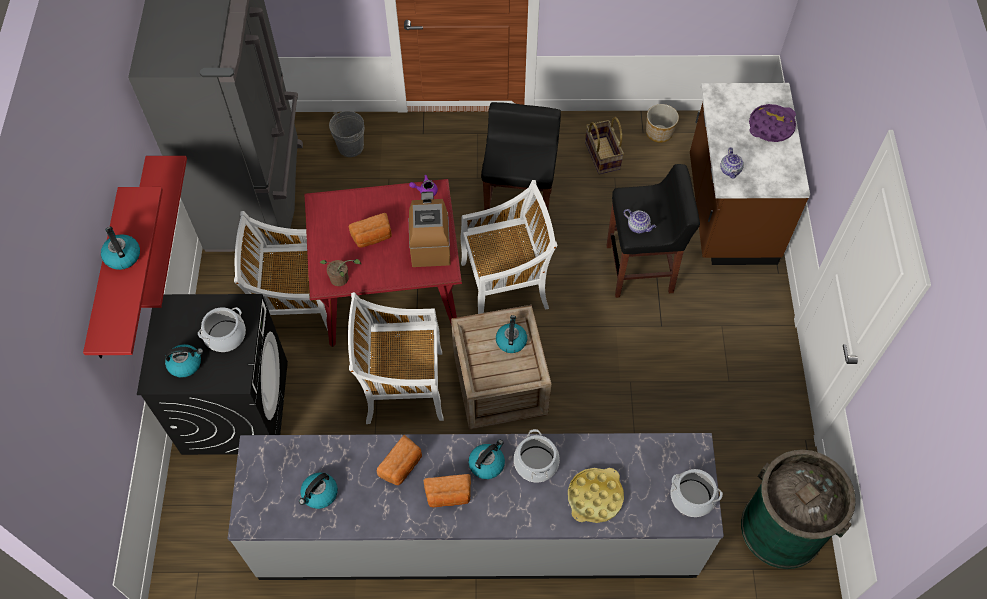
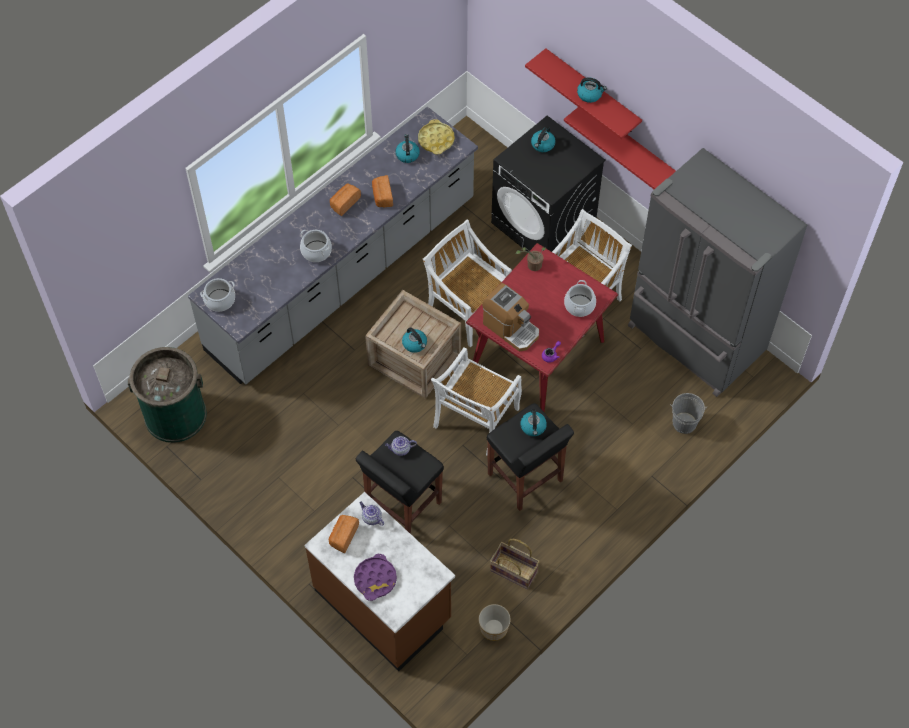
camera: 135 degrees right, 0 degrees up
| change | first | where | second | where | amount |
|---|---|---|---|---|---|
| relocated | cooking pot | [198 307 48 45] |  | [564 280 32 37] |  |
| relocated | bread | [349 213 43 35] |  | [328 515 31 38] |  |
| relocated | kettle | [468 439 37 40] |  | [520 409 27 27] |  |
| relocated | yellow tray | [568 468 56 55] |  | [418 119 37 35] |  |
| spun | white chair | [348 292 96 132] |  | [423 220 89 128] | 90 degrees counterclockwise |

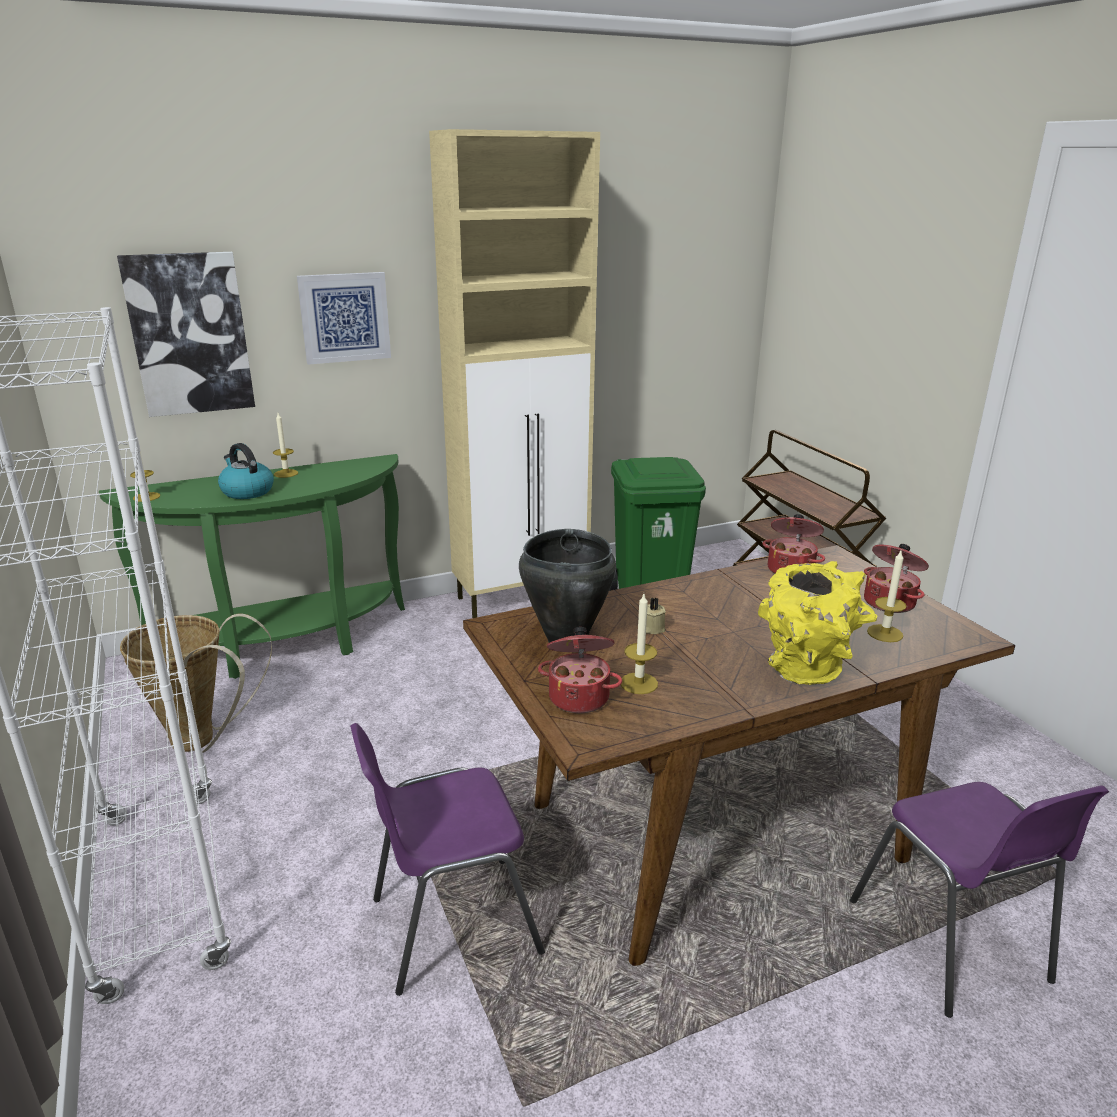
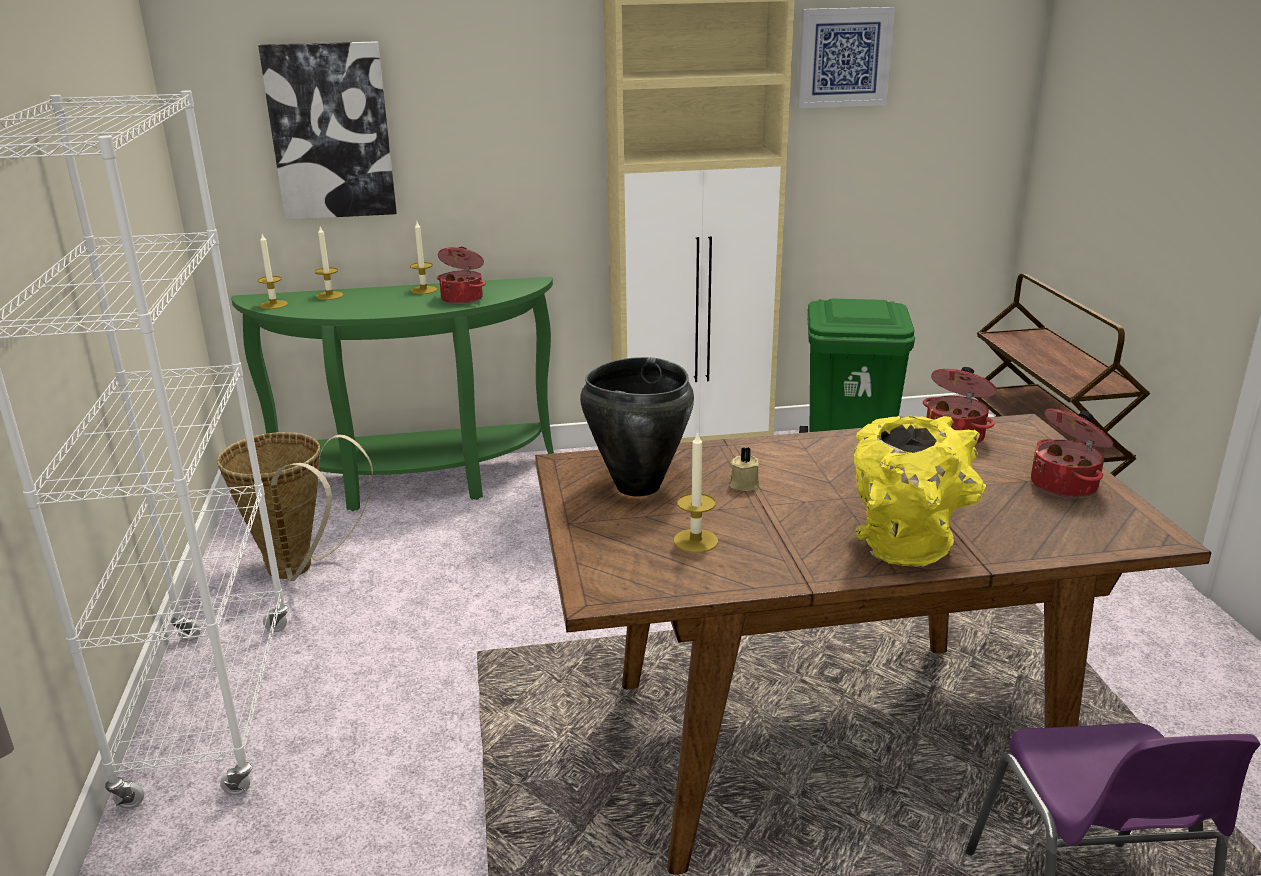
camera: 15 degrees right, 0 degrees up
| change | first | where | second | where | amount |
|---|---|---|---|---|---|
| missing | kettle | [218 443 56 56] |  |  |  |
| missing | purple chair | [350 723 195 273] |  |  |  |
| relocated | picture | [297 272 94 93] |  | [797 7 98 101] |  |
| relocated | cooking pot | [538 627 84 86] |  | [437 247 49 57] |  |
| relocated | candle | [867 551 40 91] |  | [315 227 28 73] |  |

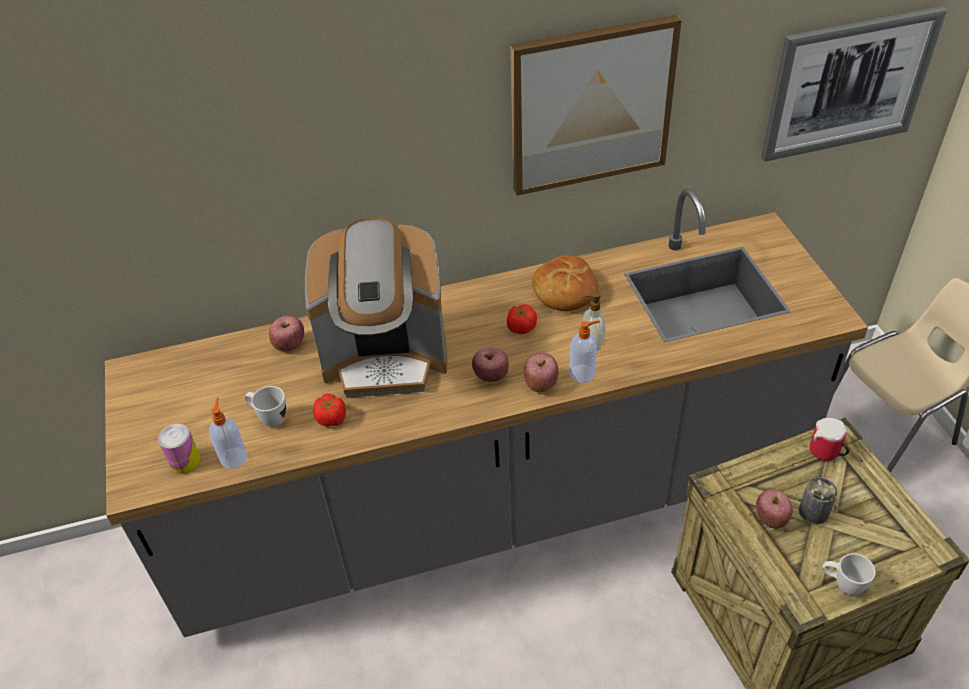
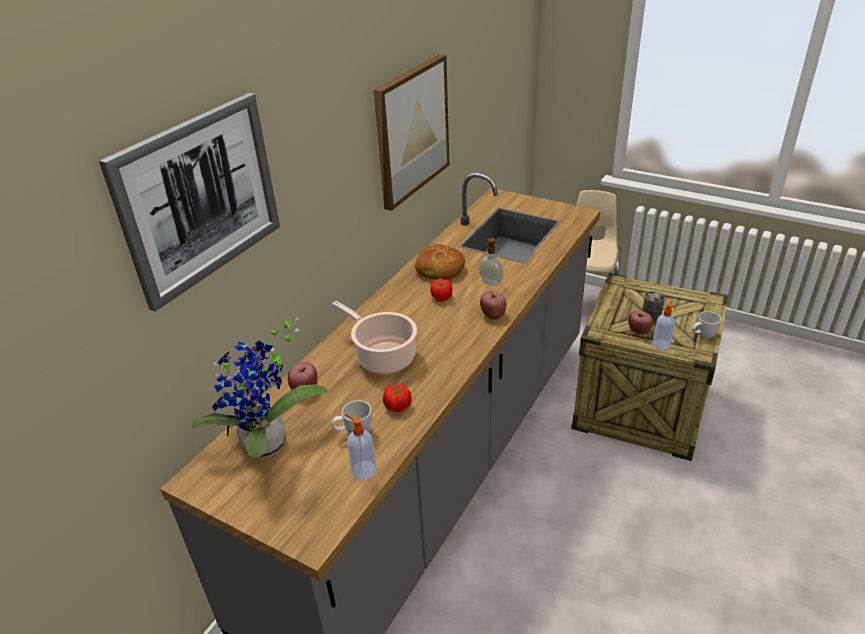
camera: 45 degrees left, 10 degrees down
| change | first | where | second | where | amount |
|---|---|---|---|---|---|
| missing | can | [158 423 43 51] |  |  |  |
| missing | apple | [472 348 37 34] |  |  |  |
| missing | mug | [810 417 39 44] |  |  |  |
| appeared |  |  | potted plant | [192 317 136 142] |  |
| relocated | soap dispenser | [570 320 30 63] |  | [653 300 22 50] |  |
| relocated | picture | [761 6 186 156] |  | [99 93 181 219] |  |
| exchanged | coffee machine | [305 218 142 180] | cooking pot | [332 301 85 73] |  |

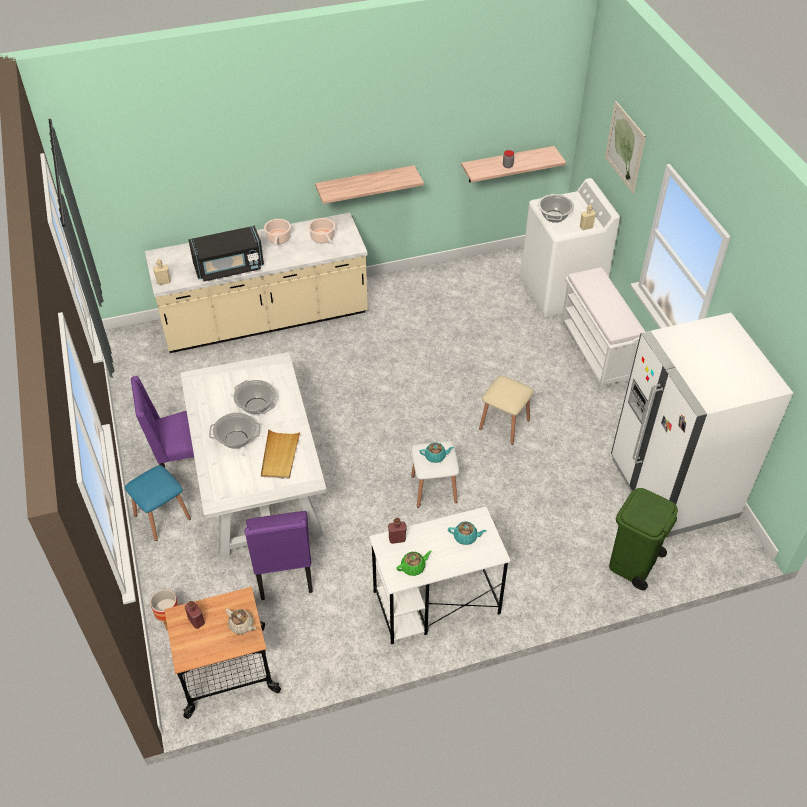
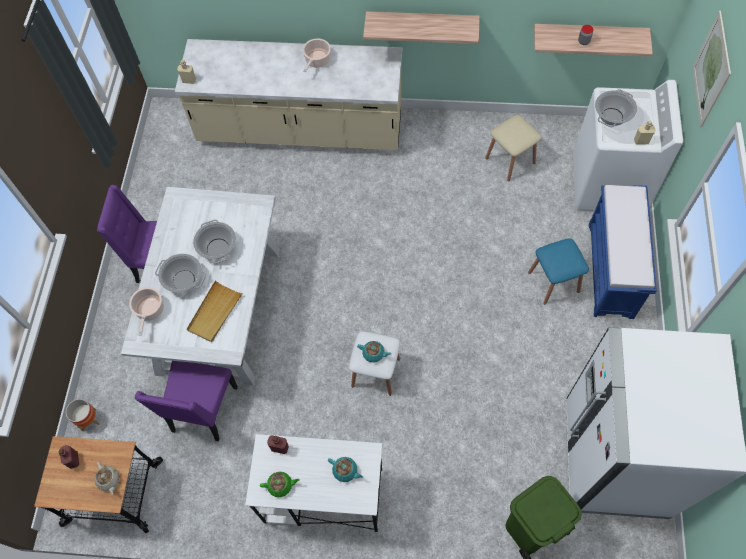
camera: 25 degrees right, 15 degrees up
| change | first | where | second | where | amount |
|---|---|---|---|---|---|
| missing | black microwave | [188 226 76 56] |  |  |  |
| relocated | blue stool | [125 465 66 76] |  | [528 238 61 66] |  |
| relocated | cooking pot | [308 218 27 26] |  | [129 287 35 48] |  |
| relocated | beige stool | [479 376 55 69] |  | [485 115 57 66] |  |
| colour | white bench | [560 267 85 123] | blue bench | [589 185 68 134] |  |

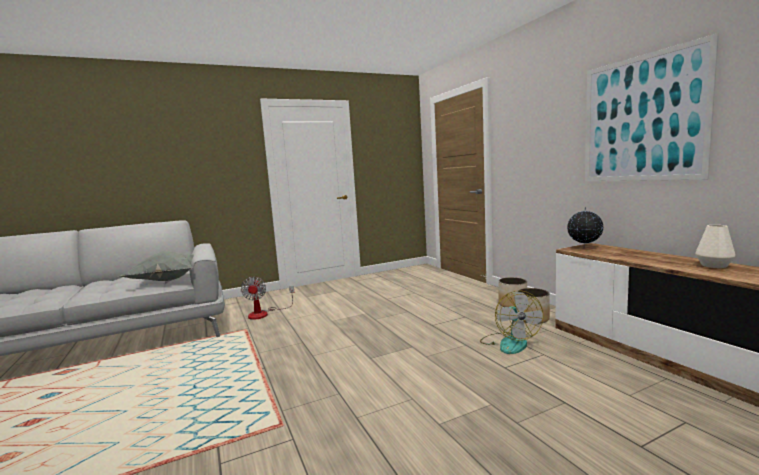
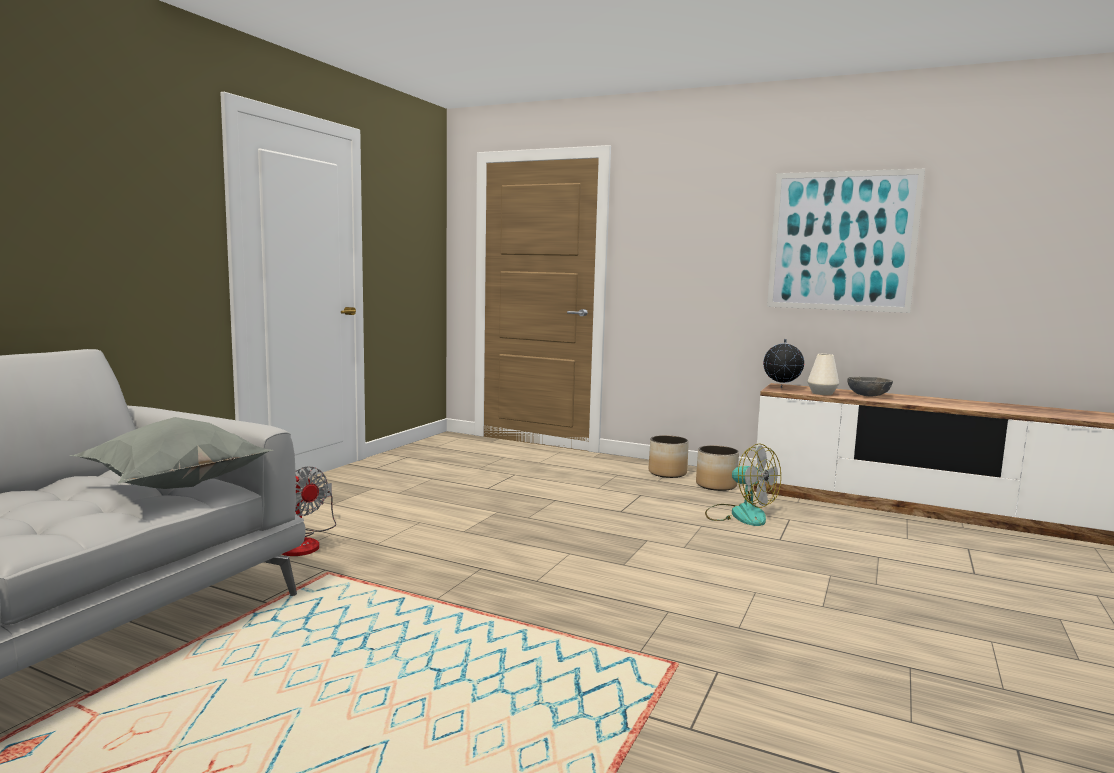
camera: 40 degrees left, 0 degrees up
| change | first | where | second | where | amount |
|---|---|---|---|---|---|
| appeared |  |  | grey bowl | [848 377 45 19] |  |
| relocated | white vase | [695 225 41 43] |  | [807 354 32 41] |  |

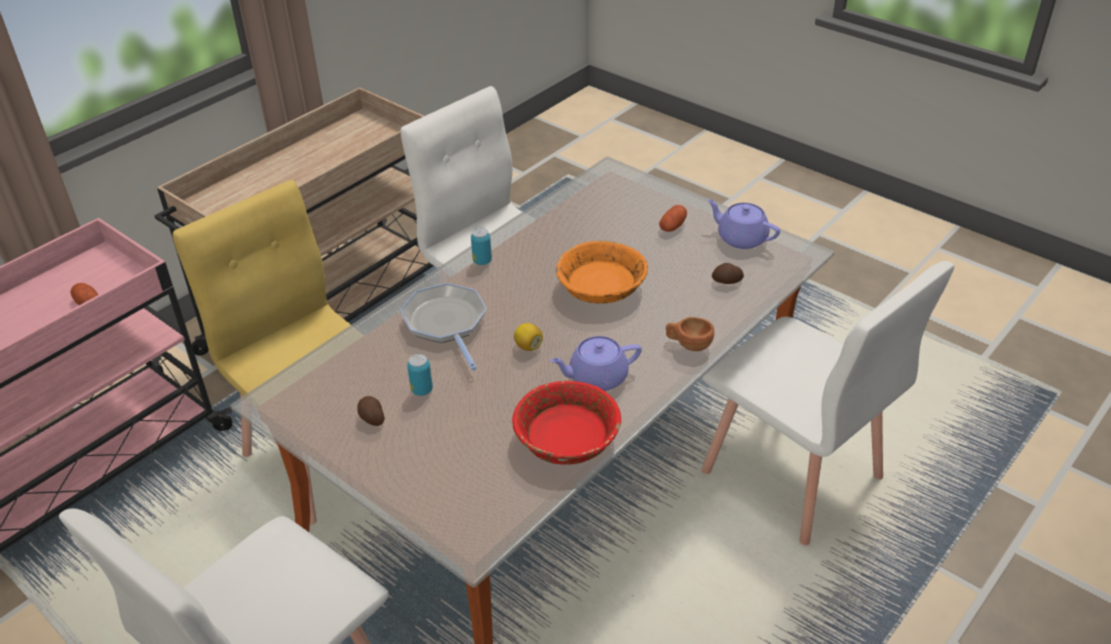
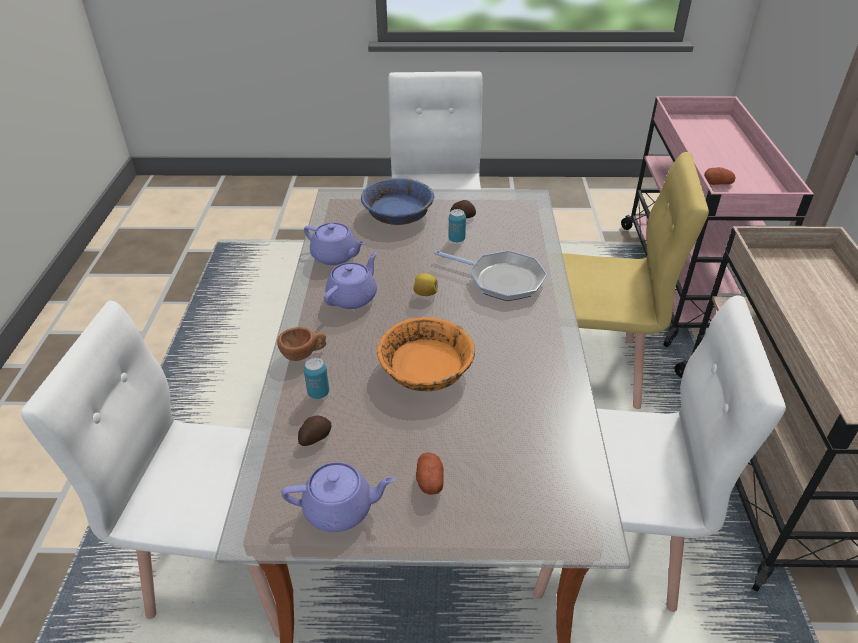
camera: 140 degrees right, 0 degrees up
| change | first | where | second | where | amount |
|---|---|---|---|---|---|
| appeared |  |  | blue bowl | [361 178 73 47] |  |
| relocated | can | [471 228 21 37] |  | [304 358 25 41] |  |
| exchanged | red bowl | [512 381 109 84] | purple teapot | [304 223 61 42] |  |

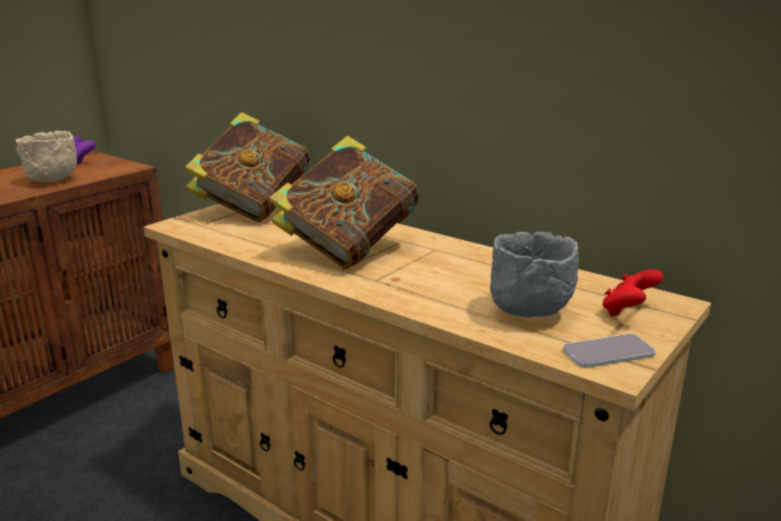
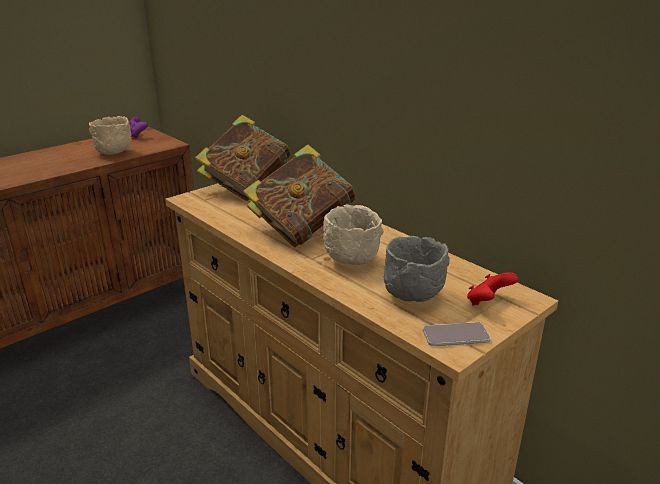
camera: 10 degrees right, 5 degrees up
| change | first | where | second | where | amount |
|---|---|---|---|---|---|
| appeared |  |  | beige bowl | [323 204 61 61] |  |

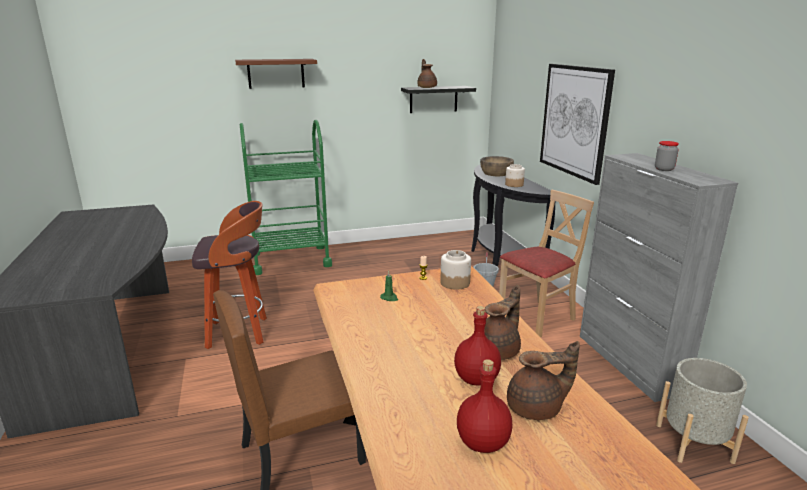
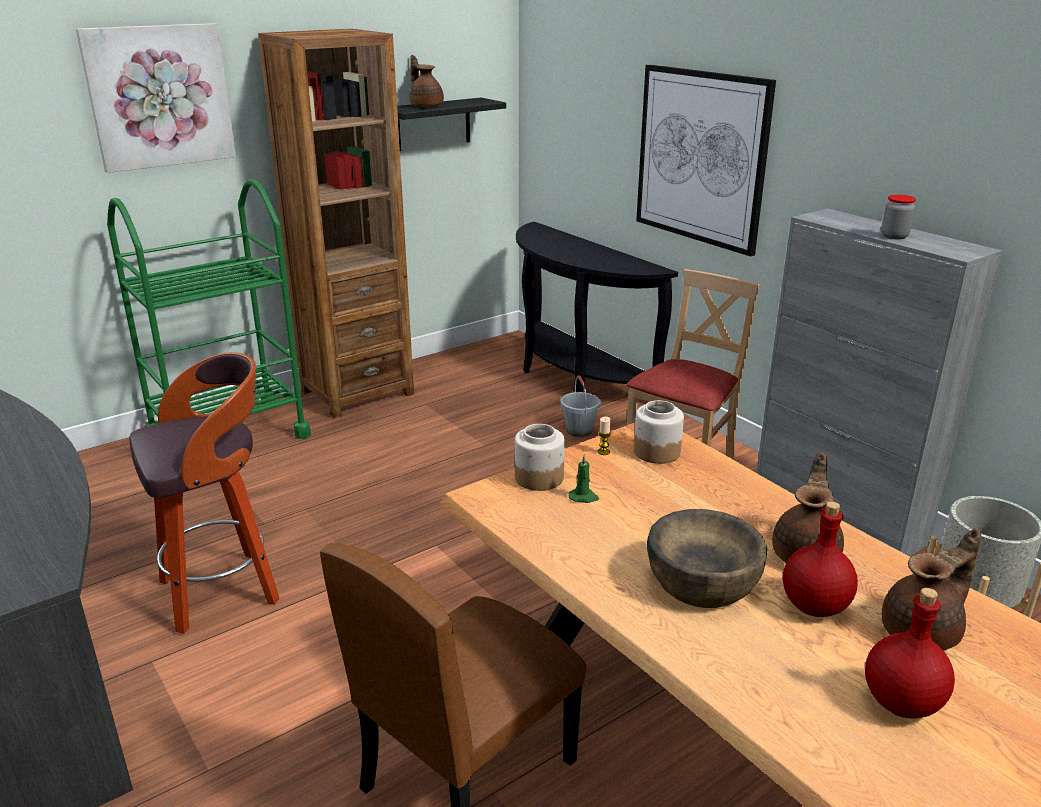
camera: 20 degrees left, 5 degrees up
| change | first | where | second | where | amount |
|---|---|---|---|---|---|
| appeared |  |  | brown bookcase | [258 29 156 389] |  |
| relocated | brown bowl | [480 156 34 20] |  | [647 509 120 99] |  |
| relocated | jar | [505 164 20 23] |  | [515 424 50 67] |  |
| exchanged | brown shelf | [235 59 82 30] | picture | [76 23 160 150] |  |

